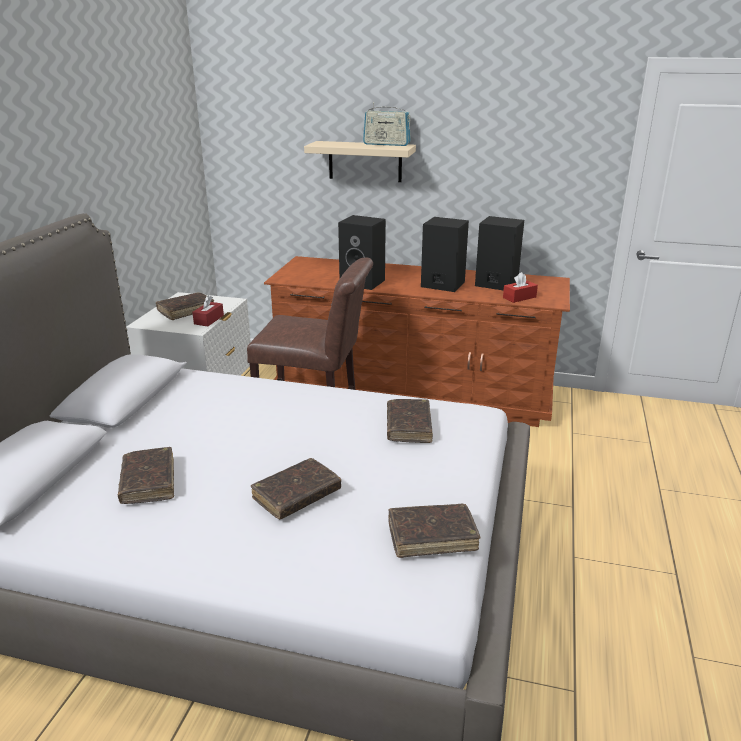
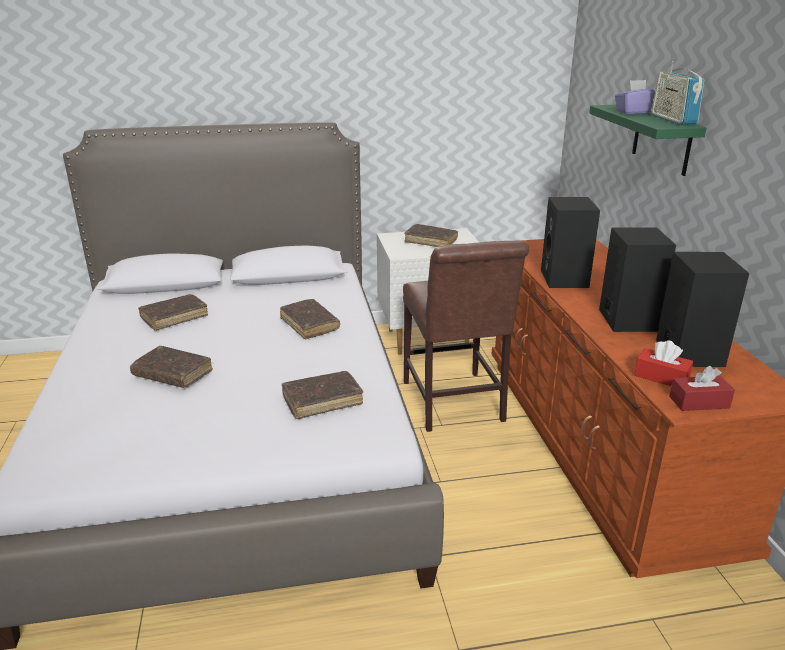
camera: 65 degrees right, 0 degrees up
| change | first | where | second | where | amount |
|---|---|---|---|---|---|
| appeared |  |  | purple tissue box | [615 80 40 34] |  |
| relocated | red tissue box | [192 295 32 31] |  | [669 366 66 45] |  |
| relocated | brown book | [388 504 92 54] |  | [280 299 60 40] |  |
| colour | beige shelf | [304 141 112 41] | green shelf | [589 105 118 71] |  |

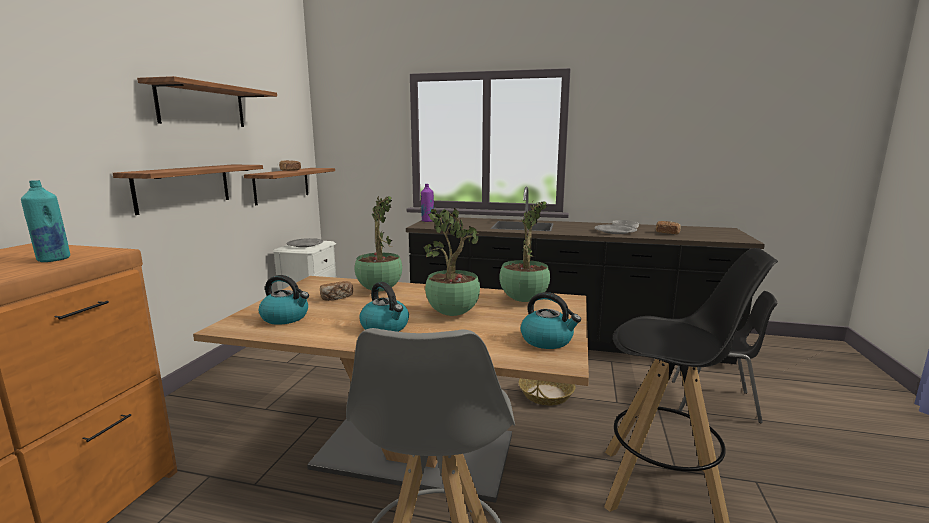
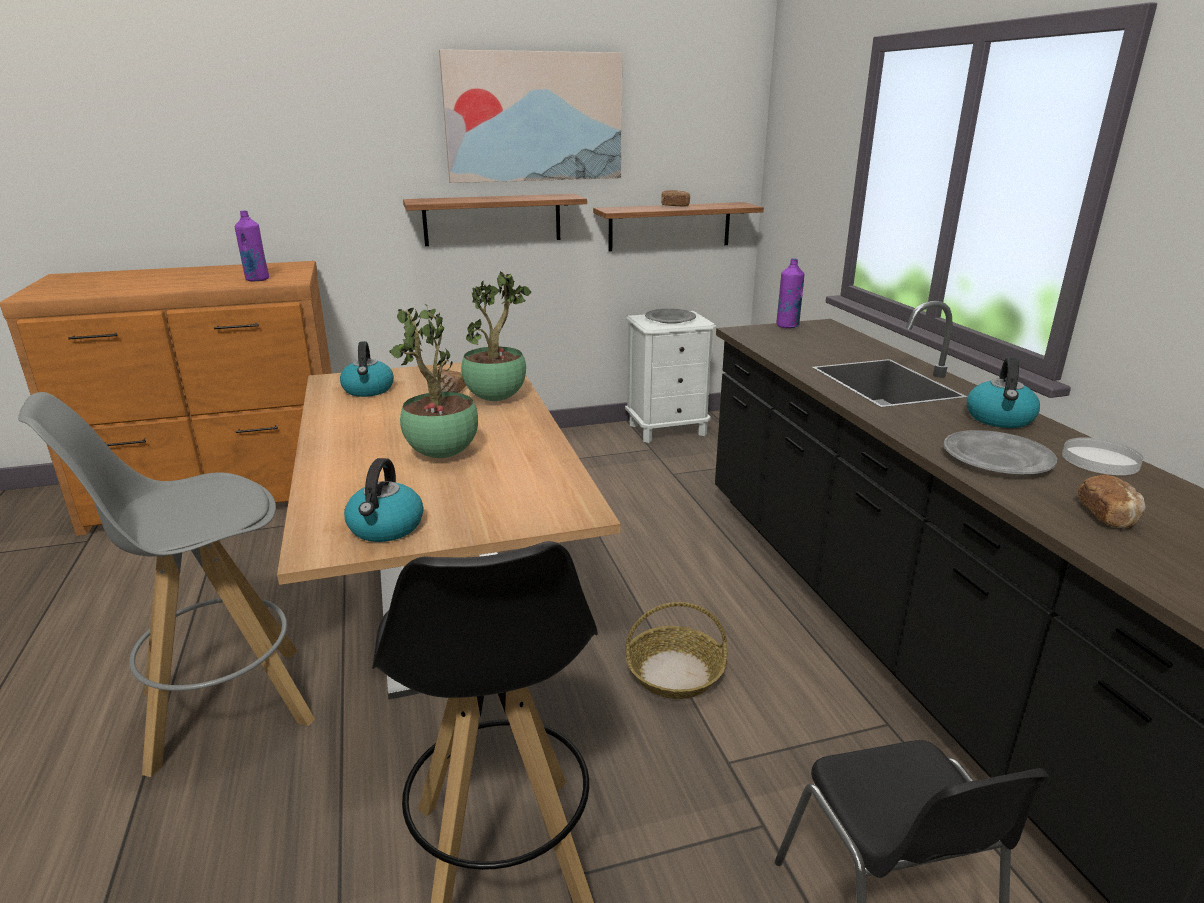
camera: 60 degrees right, 10 degrees up
| change | first | where | second | where | amount |
|---|---|---|---|---|---|
| missing | potted plant | [499 201 51 101] |  |  |  |
| relocated | kettle | [359 282 50 50] |  | [967 357 73 71] |  |
| exchanged | shelf | [137 76 140 51] | picture | [439 49 183 134] |  |
| colour | turquoise bottle | [21 180 49 82] | purple bottle | [235 211 34 70] |  |

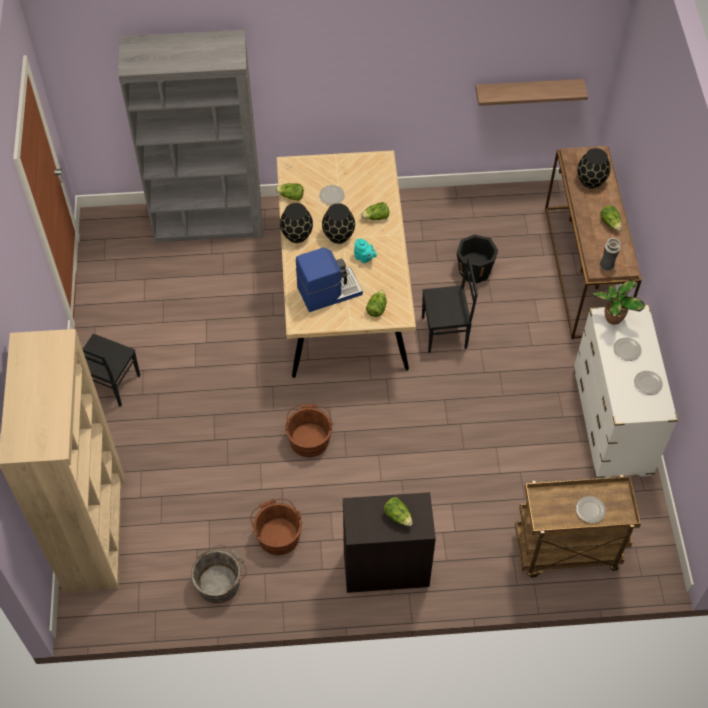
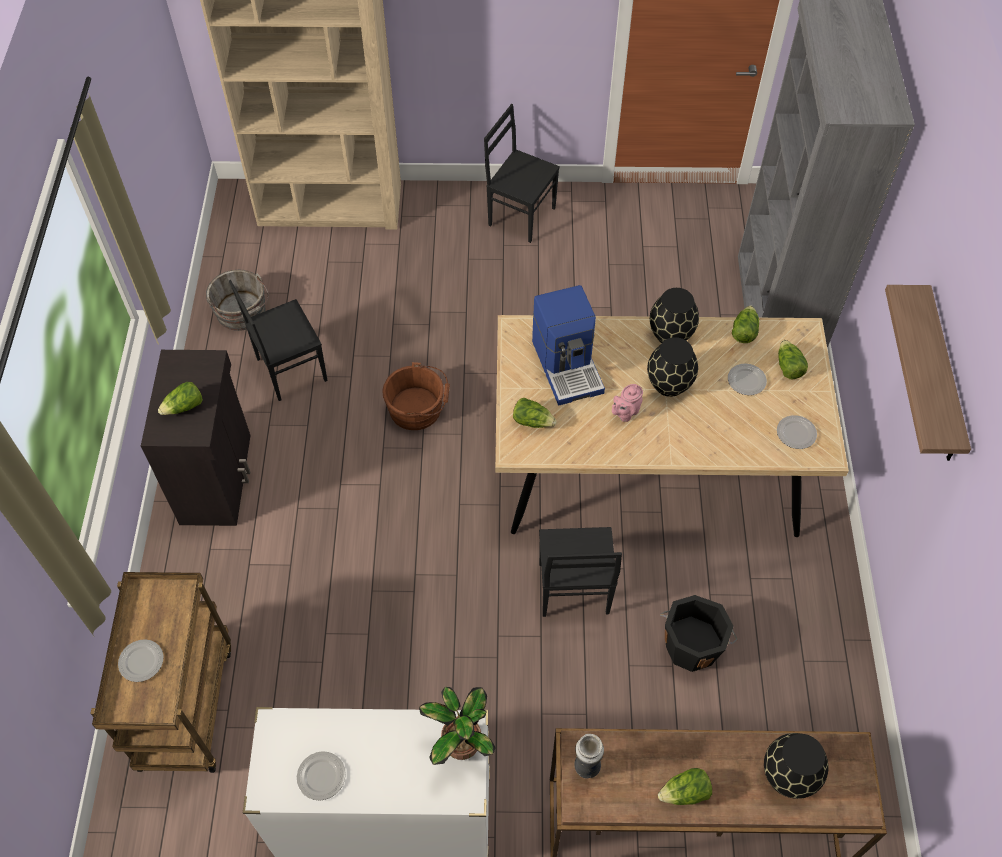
camera: 95 degrees right, 0 degrees up
| change | first | where | second | where | amount |
|---|---|---|---|---|---|
| relocated | lettuce | [361 202 28 18] |  | [778 340 30 39] |  |
| relocated | shelf | [475 79 113 27] |  | [885 285 86 176] |  |
| relocated | plate | [613 338 29 23] |  | [777 415 40 34] |  |
| exchanged | brown bucket | [250 499 52 56] | black chair | [229 280 99 121] |  |
| colour | turquoise teapot | [354 239 23 24] | pink teapot | [612 384 31 38] |  |

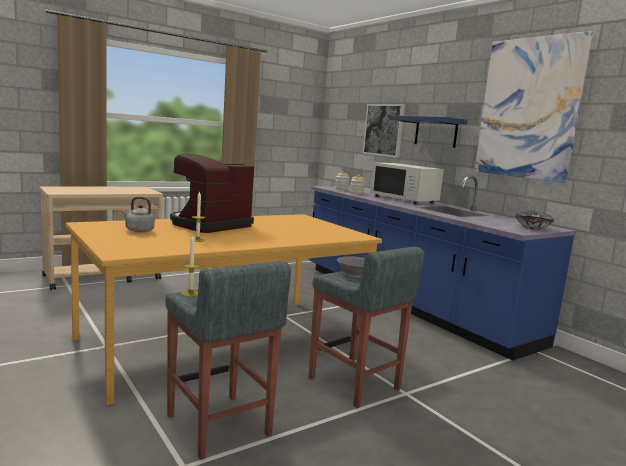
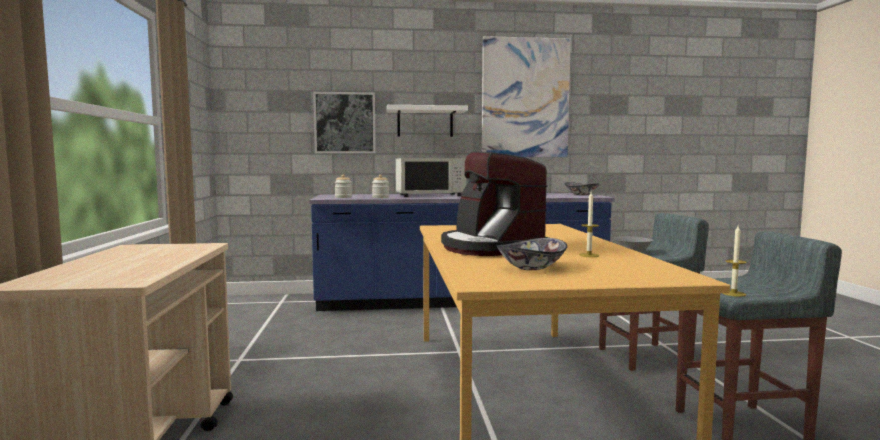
camera: 60 degrees left, 5 degrees down
| change | first | where | second | where | amount |
|---|---|---|---|---|---|
| exchanged | grey kettle | [122 197 33 35] | bowl | [497 238 70 32] |  |
| colour | blue shelf | [389 115 78 33] | white shelf | [387 105 81 32] |  |

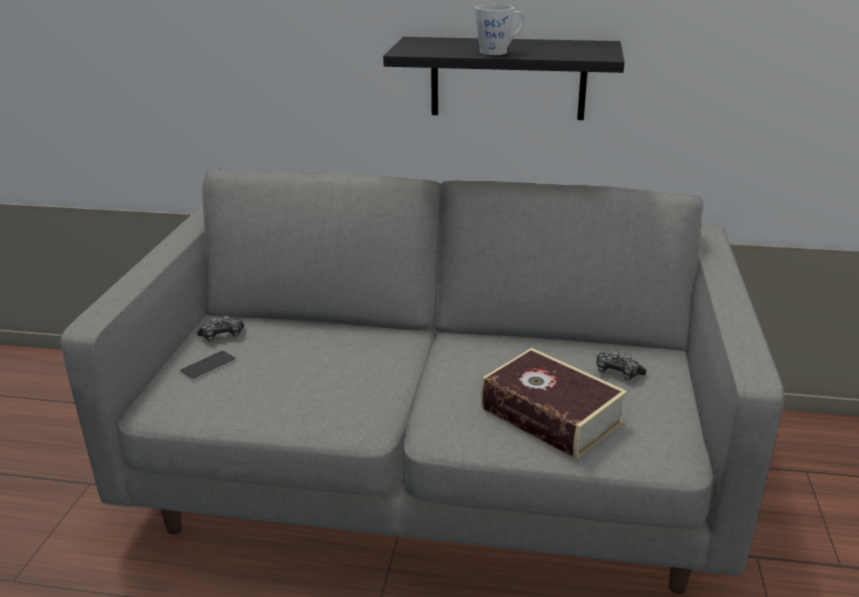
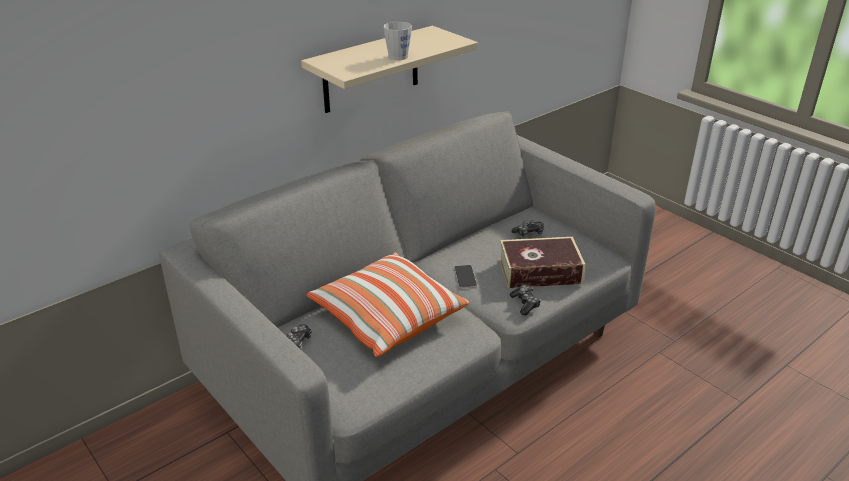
camera: 50 degrees left, 5 degrees up
| change | first | where | second | where | amount |
|---|---|---|---|---|---|
| appeared |  |  | pillow | [307 252 162 105] |  |
| appeared |  |  | game controller | [510 285 31 30] |  |
| relocated | phone | [179 351 58 30] |  | [454 265 23 23] |  |
| colour | black shelf | [383 37 242 83] | beige shelf | [301 26 177 87] |  |

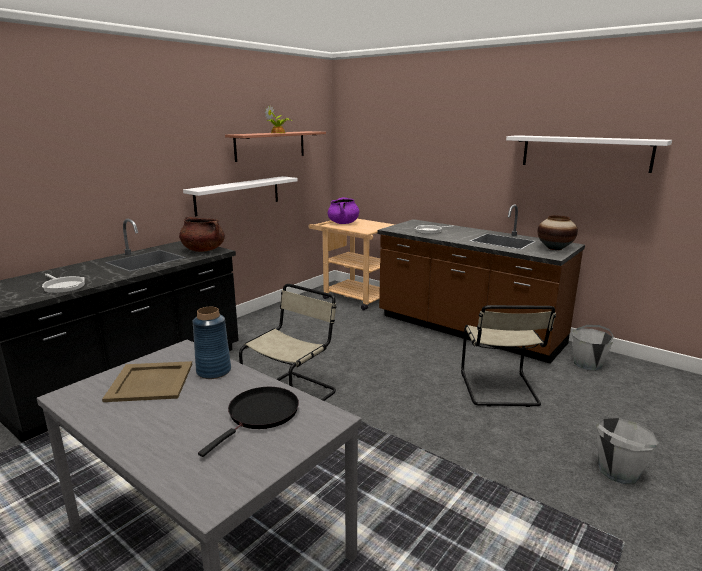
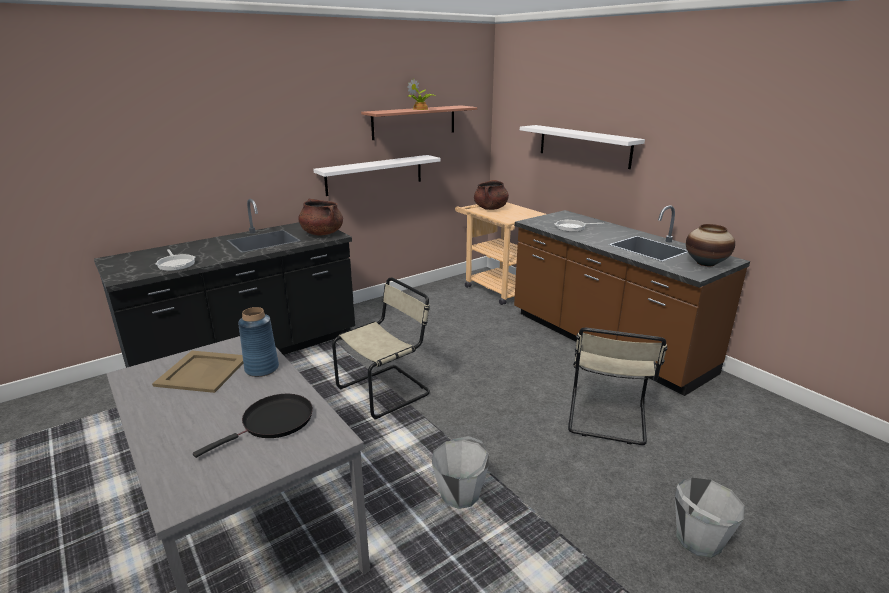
camera: 15 degrees right, 5 degrees up
| change | first | where | second | where | amount |
|---|---|---|---|---|---|
| relocated | white shelf | [506 135 166 38] |  | [520 125 125 44] |  |
| relocated | grey bucket | [572 325 41 46] |  | [432 436 57 73] |  |
| colour | purple cooking pot | [328 198 31 26] | brown cooking pot | [474 180 35 30] |  |

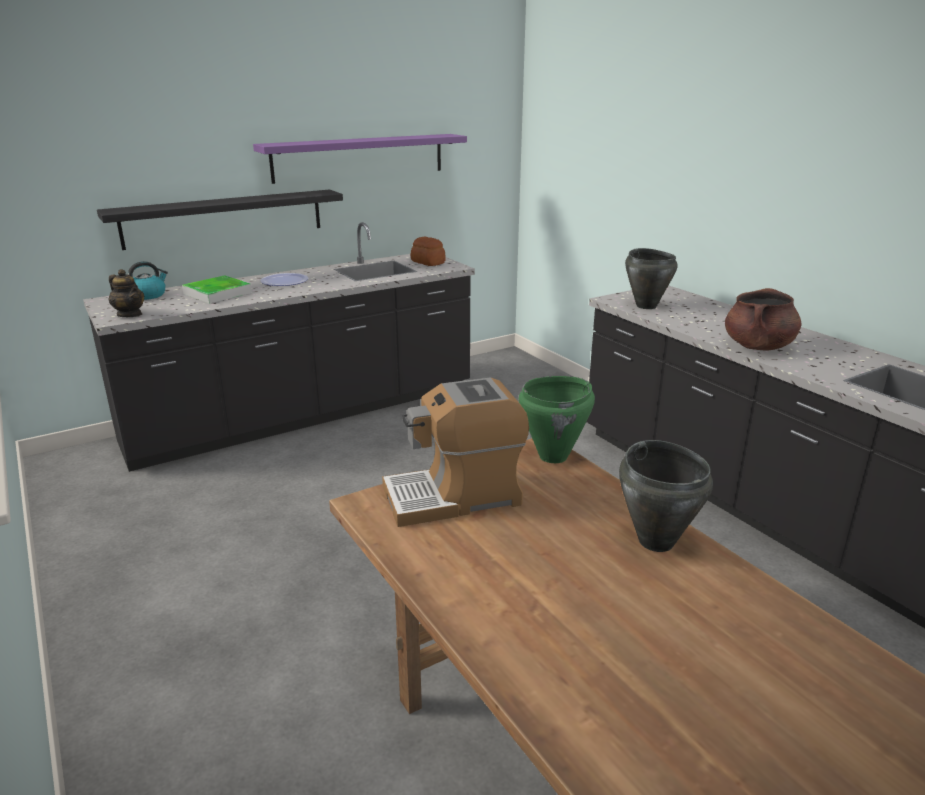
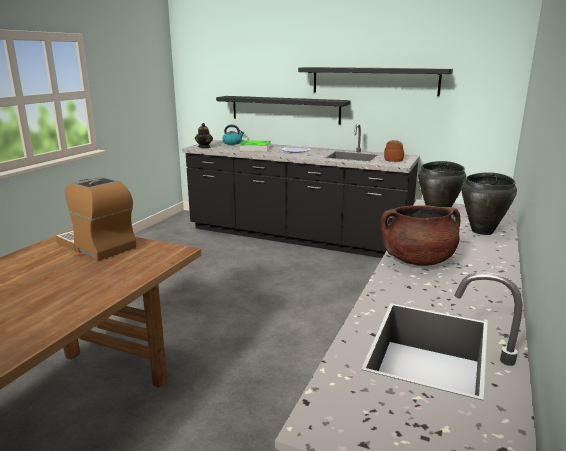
camera: 55 degrees right, 5 degrees down
| change | first | where | second | where | amount |
|---|---|---|---|---|---|
| missing | green cooking pot | [518 376 77 87] |  |  |  |
| relocated | black cooking pot | [619 440 94 112] |  | [462 172 55 63] |  |
| colour | purple shelf | [253 134 214 50] | black shelf | [298 67 155 29] |  |

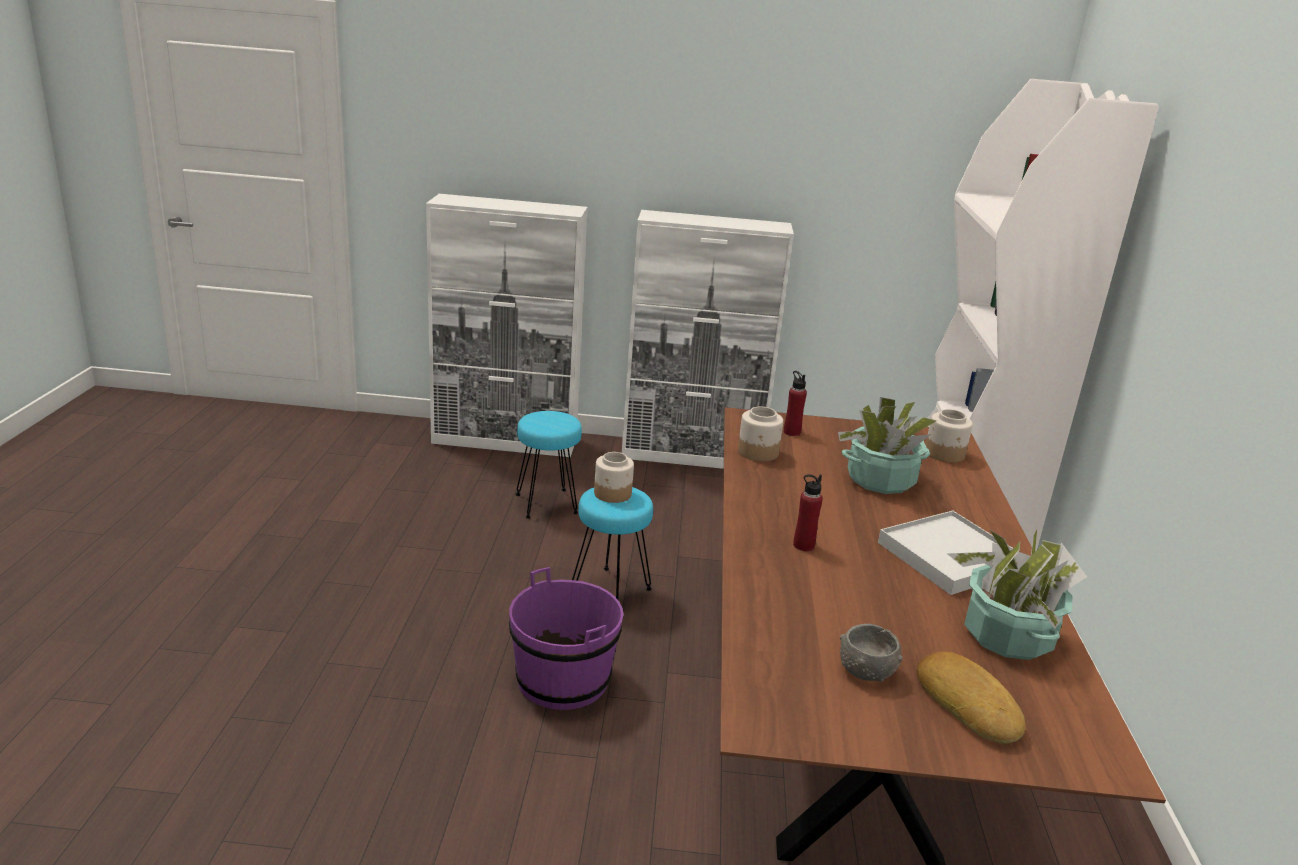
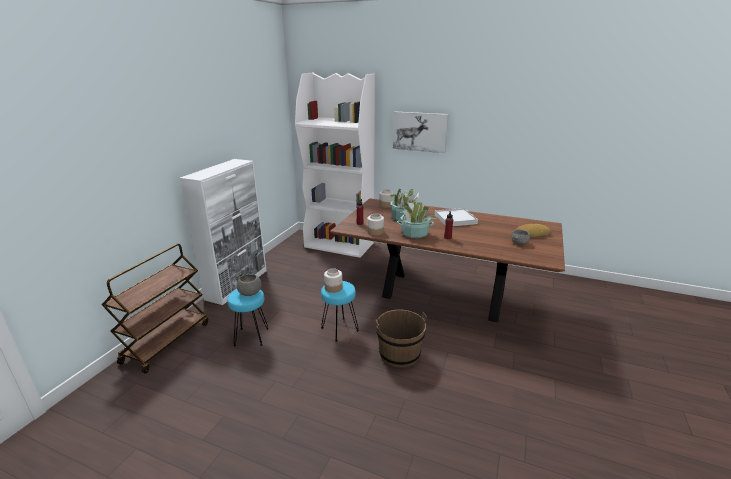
camera: 70 degrees left, 0 degrees up
| change | first | where | second | where | amount |
|---|---|---|---|---|---|
| appeared |  |  | grey bowl | [237 274 25 22] |  |
| appeared |  |  | picture | [393 111 56 42] |  |
| relocated | potted plant | [947 529 140 131] |  | [397 201 41 37] |  |
| exchanged | white cabinet | [426 194 162 263] | brown cart | [102 244 106 130] |  |
| colour | purple bucket | [509 567 114 143] | brown bucket | [375 310 52 58] |  |

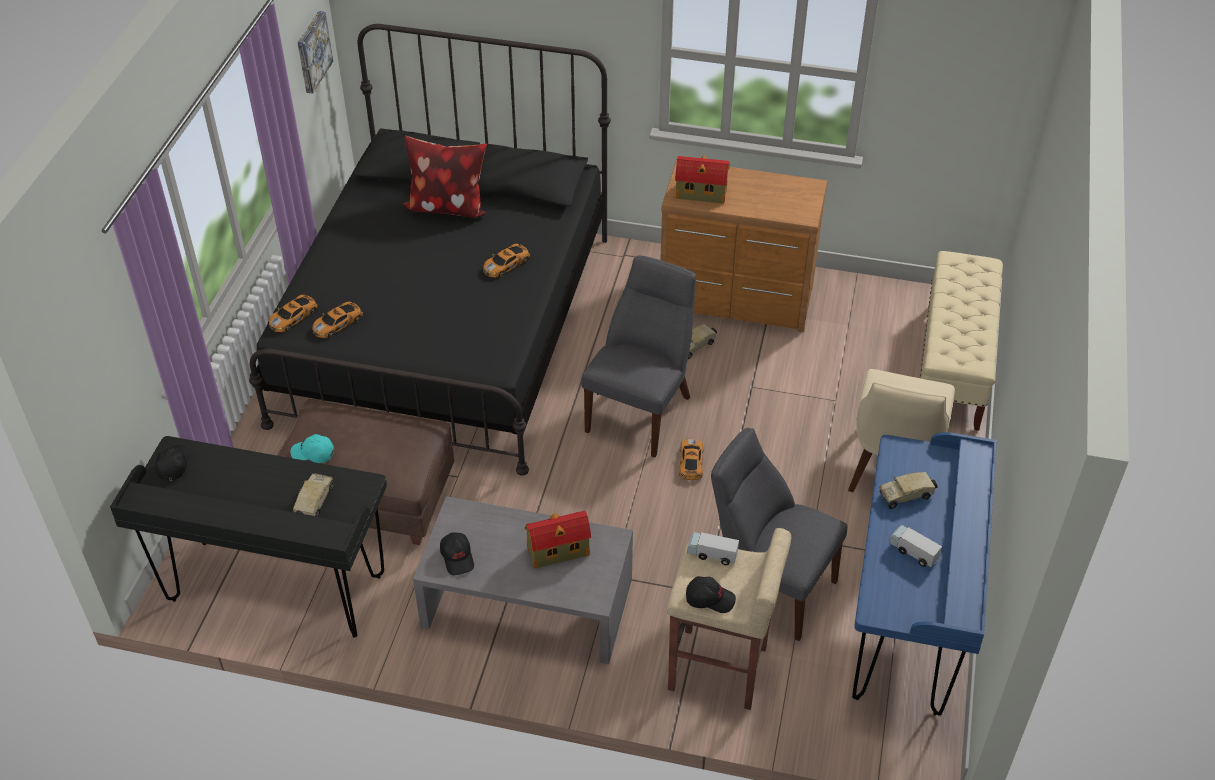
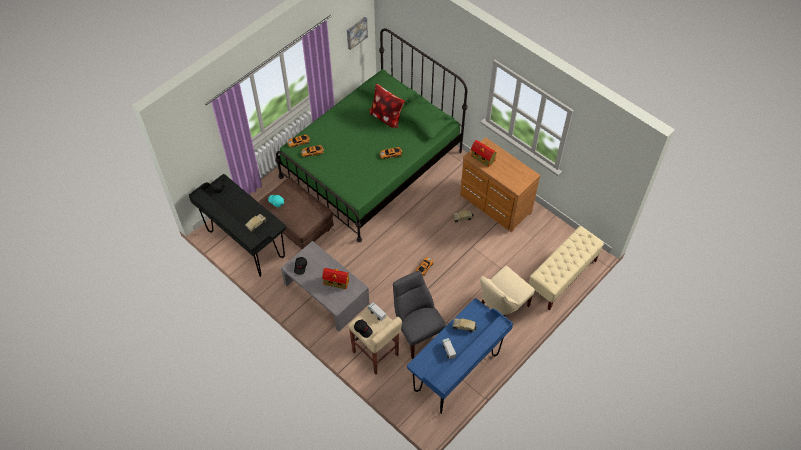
camera: 30 degrees right, 10 degrees up
| change | first | where | second | where | amount |
|---|---|---|---|---|---|
| missing | grey chair | [581 255 115 202] |  |  |  |
| colour | black bed | [249 24 362 451] | green bed | [275 28 193 214] |  |

